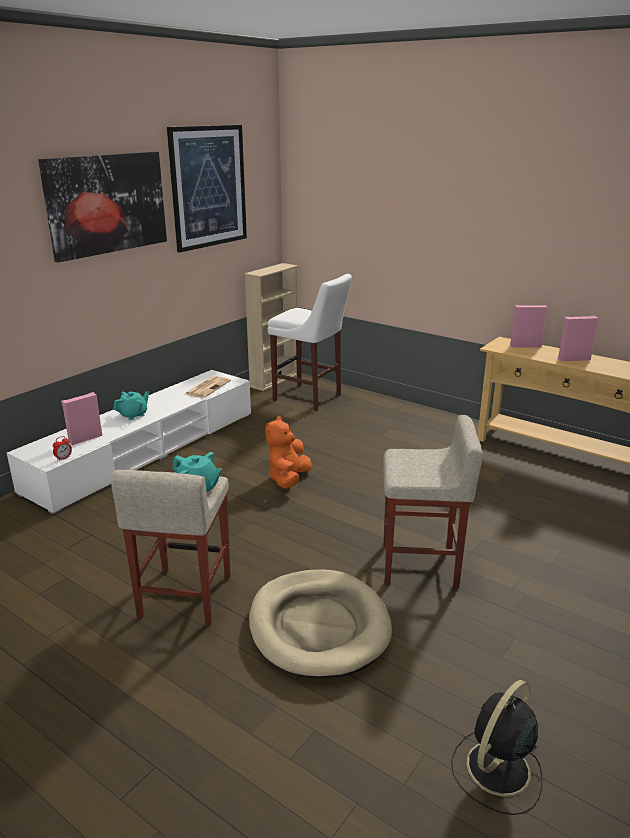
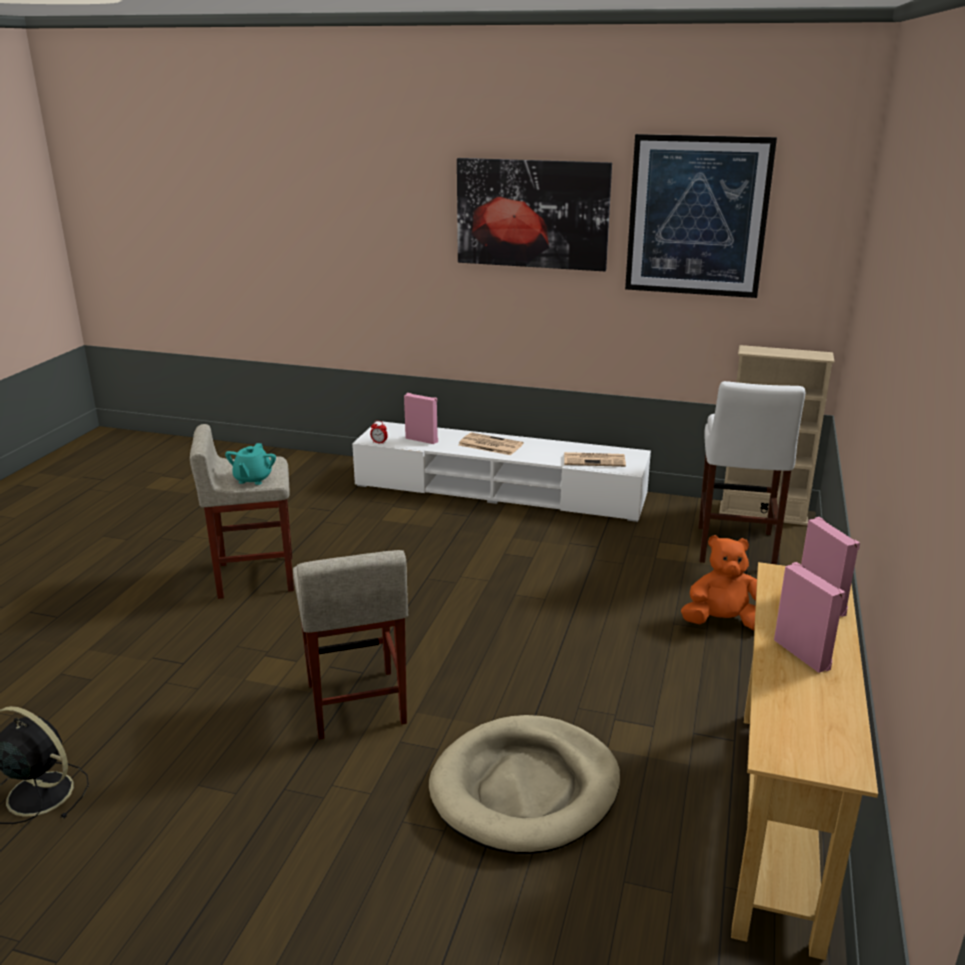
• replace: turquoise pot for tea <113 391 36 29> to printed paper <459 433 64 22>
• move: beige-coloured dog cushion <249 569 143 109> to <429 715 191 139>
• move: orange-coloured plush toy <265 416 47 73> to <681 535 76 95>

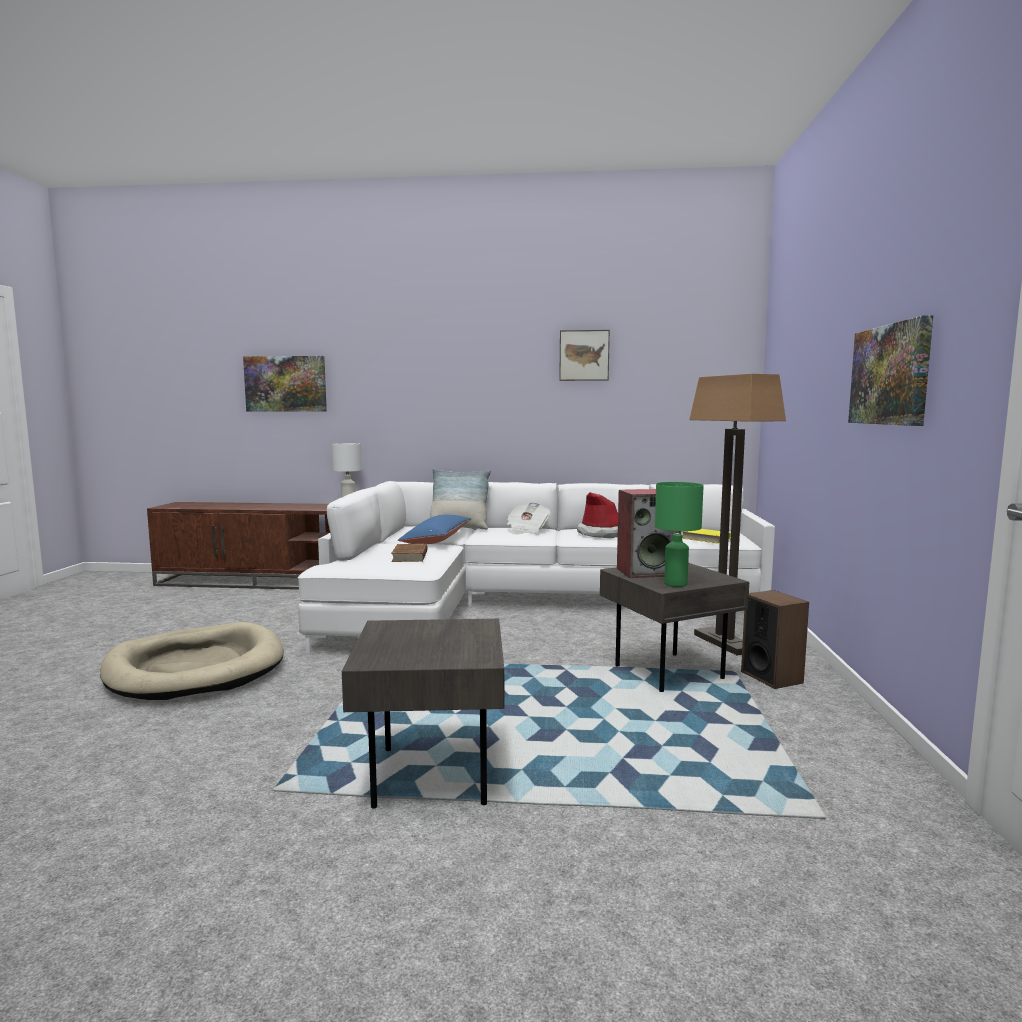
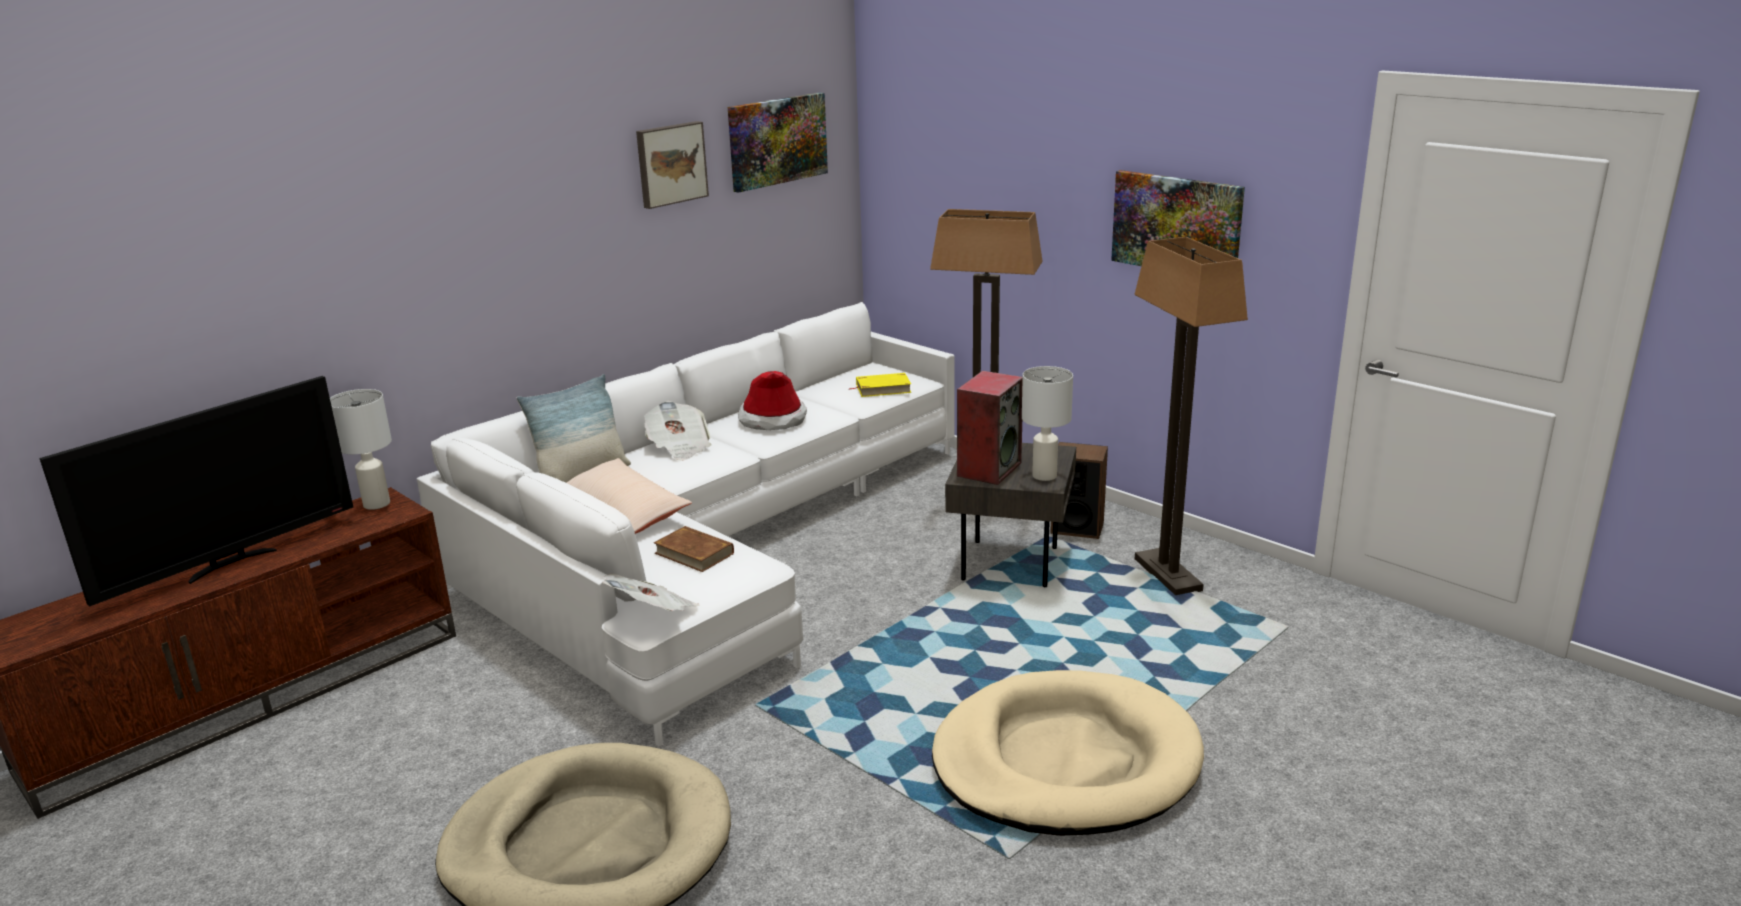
• move: picture <243 356 84 56> to <728 92 100 101>
• replace: greyish end table <342 619 163 190> to beige-coloured dog cushion <932 670 272 166>
• recolor: blue throw pillow <398 515 73 29> to beige-coloured throw pillow <566 458 126 76>
• recolor: greenish lamp for a table <655 482 49 105> to white lamp for a table <1022 366 51 115>
• insert: TV <39 376 314 231>
• insert: printed paper <602 574 97 37>
• insert: standing lamp <1134 237 114 358>

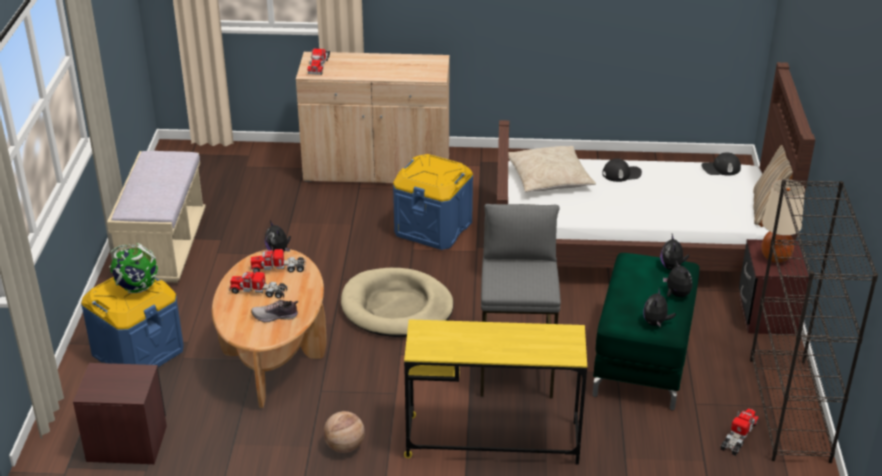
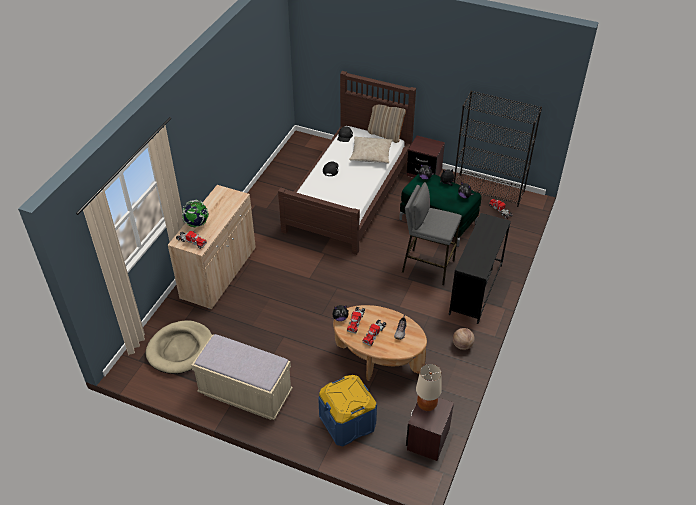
• move: globe <109 243 49 50> to <182 200 27 27>
• move: beige-coloured dog cushion <341 268 113 69> to <145 320 67 54>
• delete: blue storage box <393 154 80 96>
• recolor: yellow desk table <404 319 183 146> to blackish desk table <449 213 62 111>
• move: beige-coloured throw pillow <508 146 88 46> to <349 137 44 26>
• move: beige-coloured lamp for a table <761 179 44 84> to <416 364 26 47>

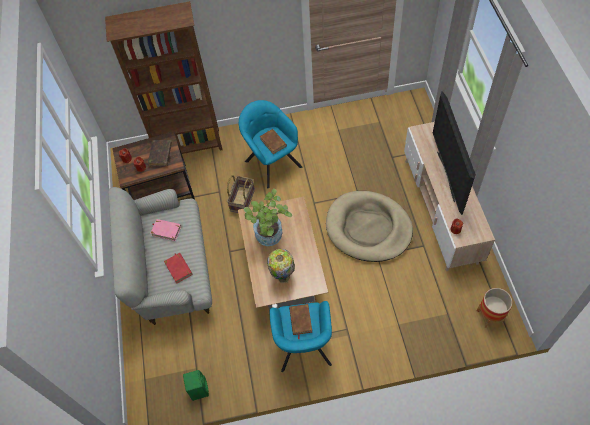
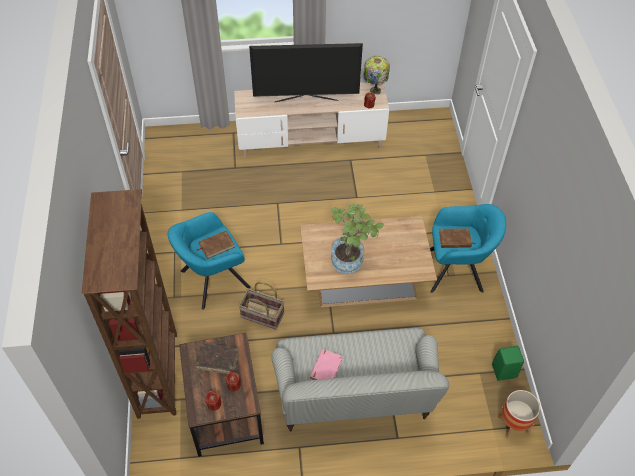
• delete: red bound book <164 253 29 31>
• move: lamp for a table <267 249 28 34> to <363 56 27 38>
• delete: beige-coloured dog cushion <326 191 87 71>
• move: planter <477 288 35 40> to <498 390 42 49>

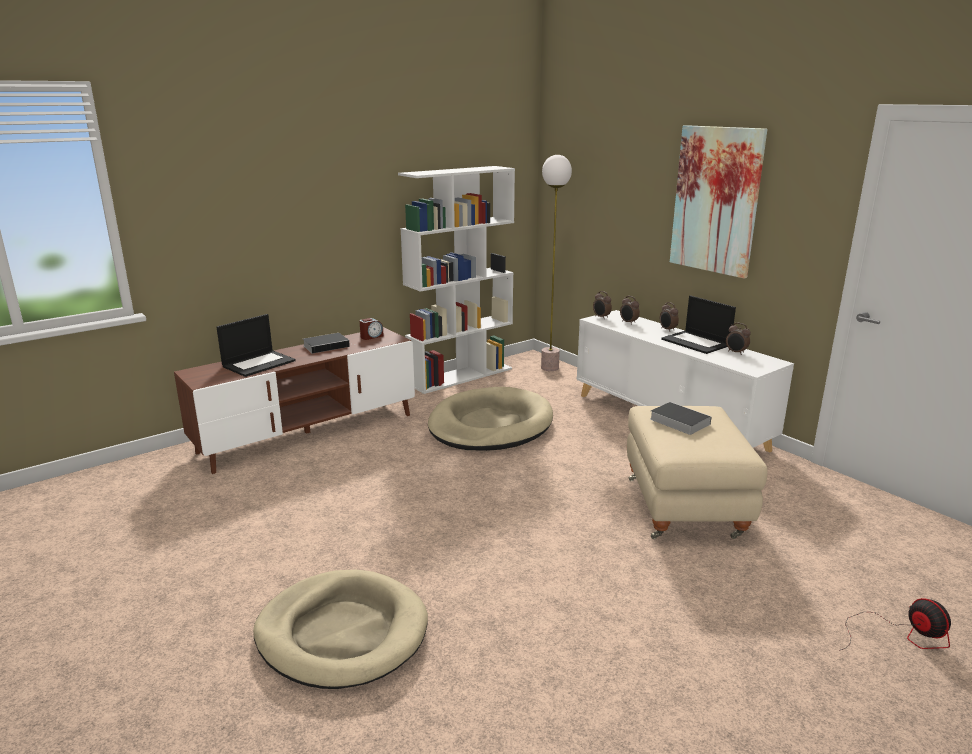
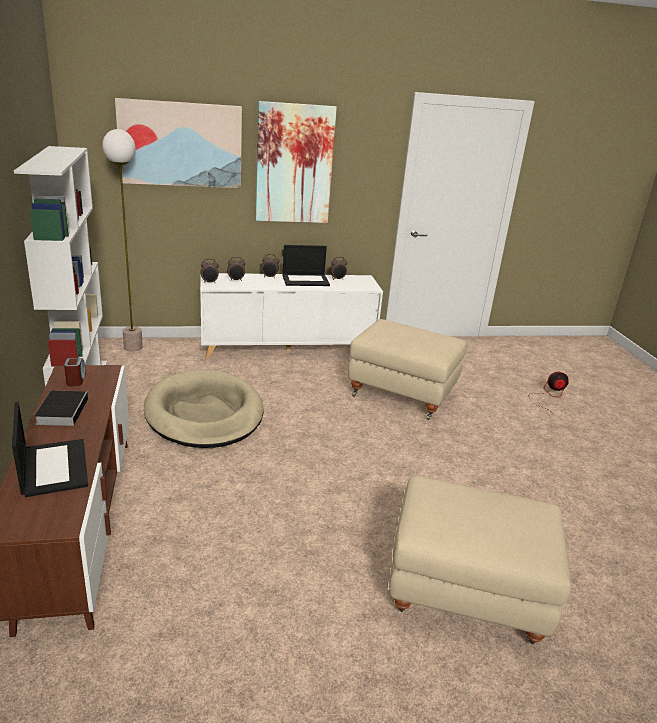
• replace: beige-coloured dog cushion <253 569 175 120> to beige-coloured footrest <389 475 182 169>
• delete: bound book <650 402 61 33>
• insert: picture <115 98 127 90>

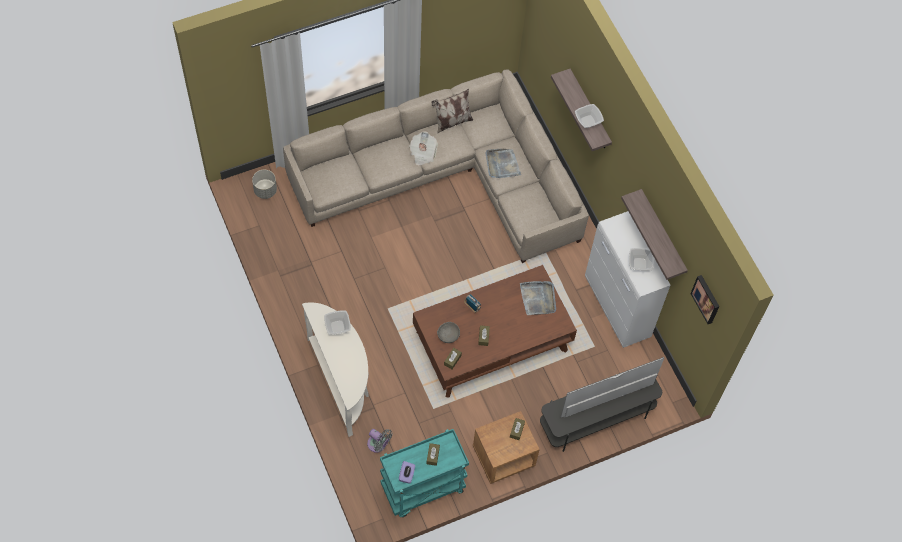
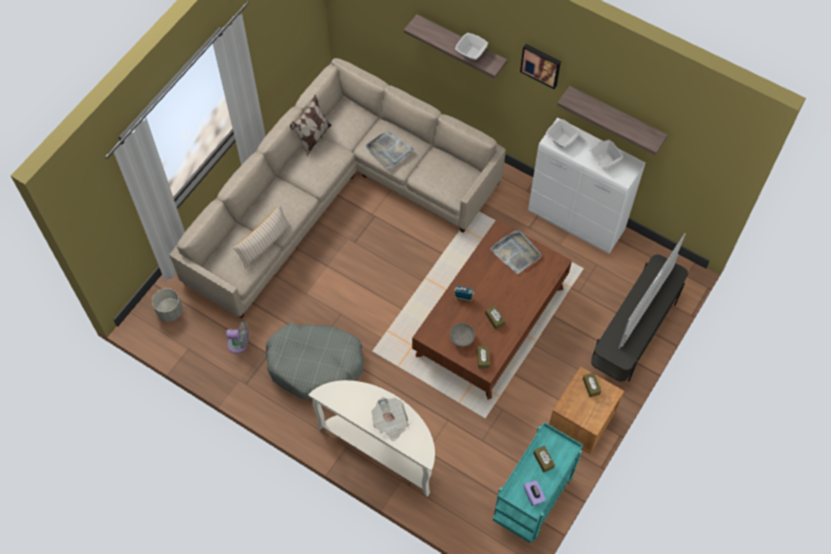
• move: bowl <324 310 27 25> to <546 119 34 28>
• move: greyish fan <367 429 26 24> to <226 321 23 33>
• move: printed paper <409 131 29 35> to <371 397 38 44>
• move: picture <690 275 30 49> to <520 44 41 45>
• insert: beige-coloured throw pillow <233 205 58 64>
• insert: greyish dog cushion <266 323 98 77>

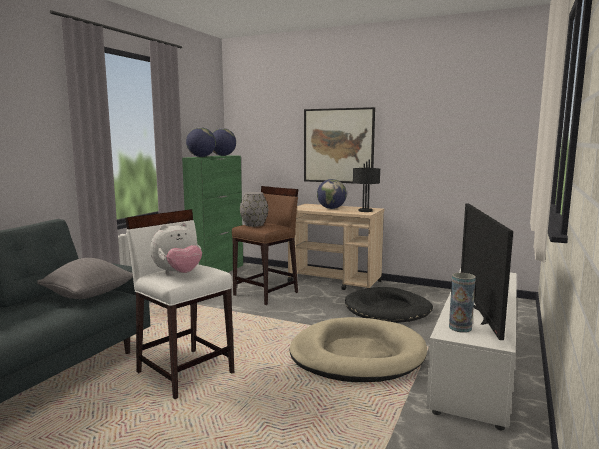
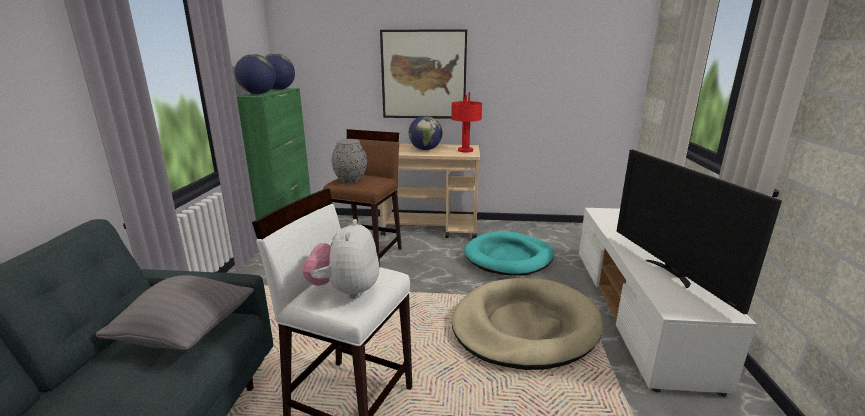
• rotate: plush toy <150 222 52 53> = <302 219 77 80> 150 degrees clockwise
• recolor: blackish dog cushion <345 287 88 36> to turquoise dog cushion <464 231 90 45>
• recolor: blackish lamp for a table <353 159 27 53> to red lamp for a table <451 92 31 60>
• delete: flower vase <449 273 27 60>

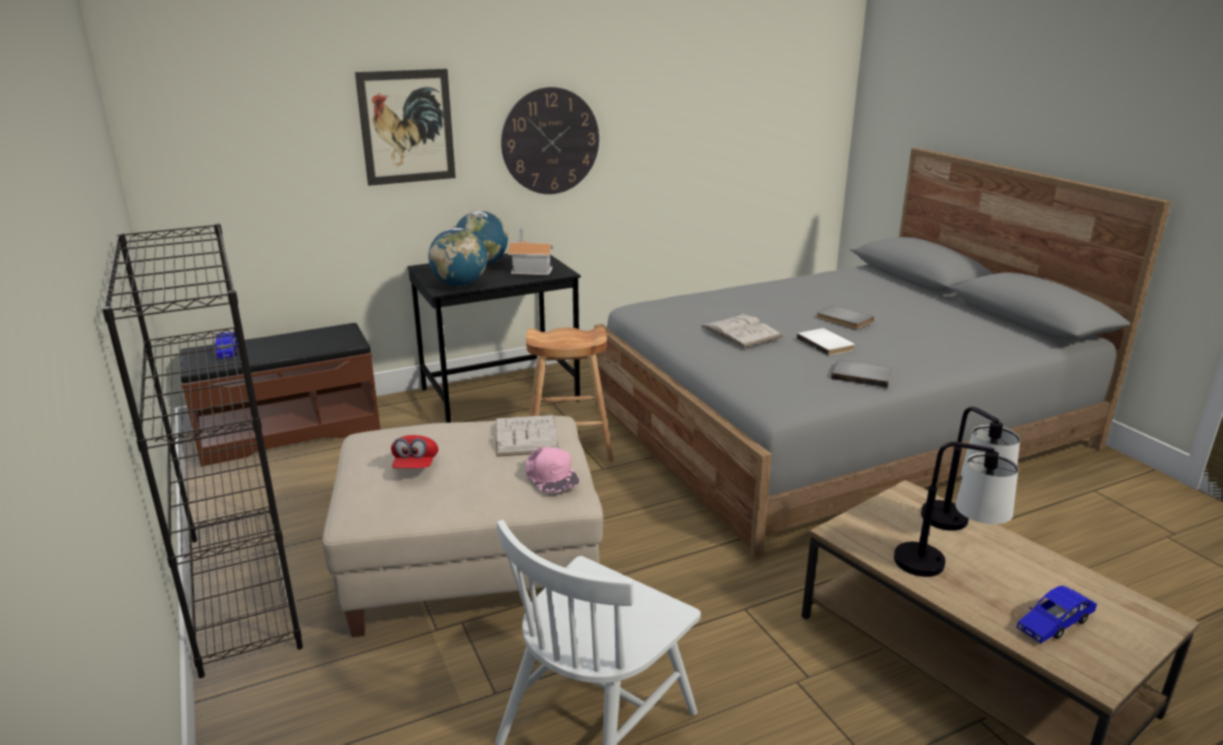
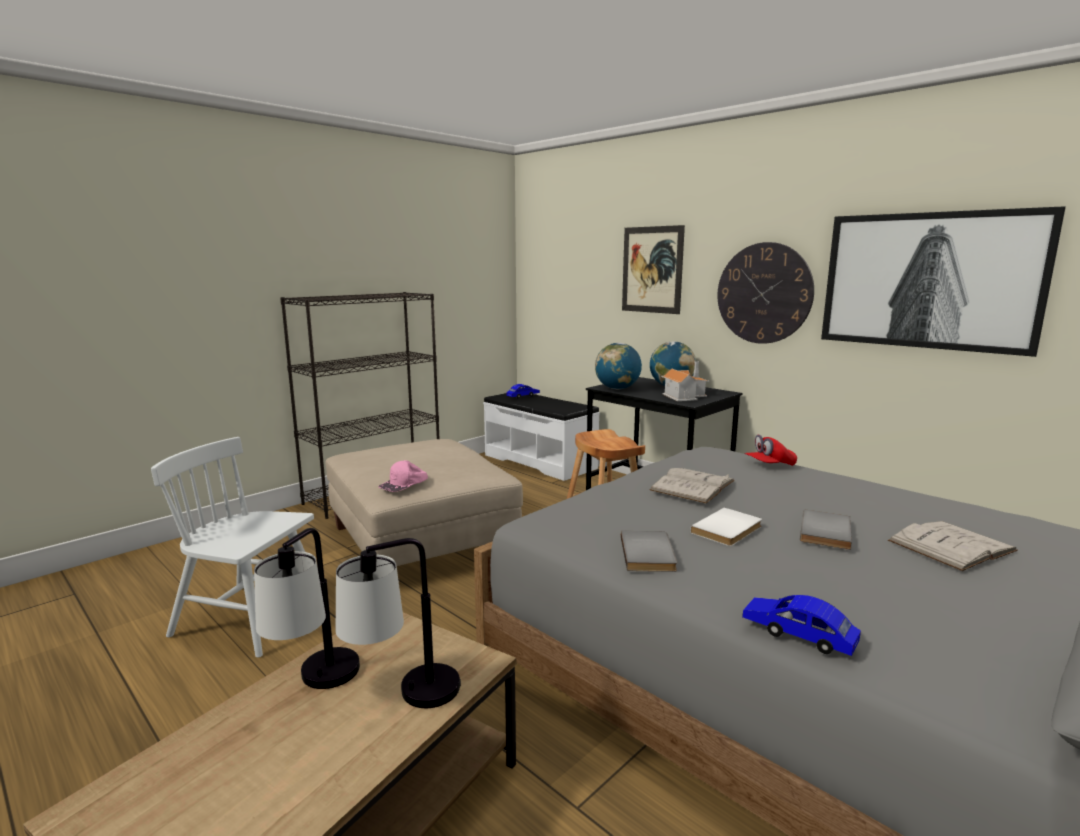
• recolor: brownish long seat <180 323 201 144> to white long seat <483 393 117 88>
• move: red baseball cap <391 435 47 33> to <745 435 52 31>
• move: white bound book <496 415 63 42> to <888 521 130 50>
• move: blue miniature car <1016 586 81 57> to <742 595 119 61>
• insert: picture <821 206 245 151>

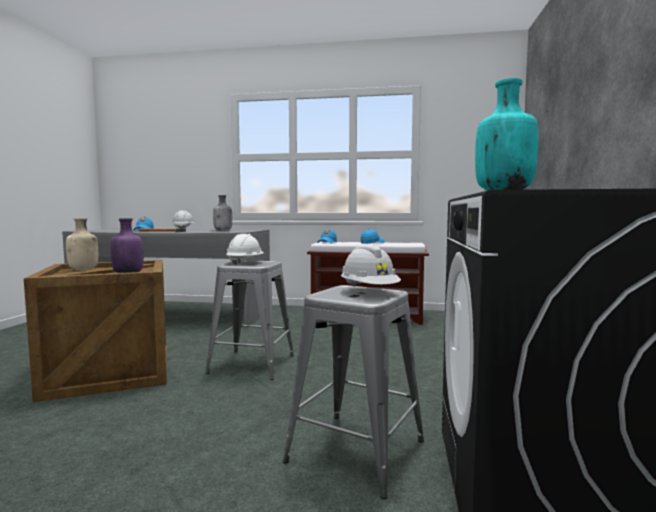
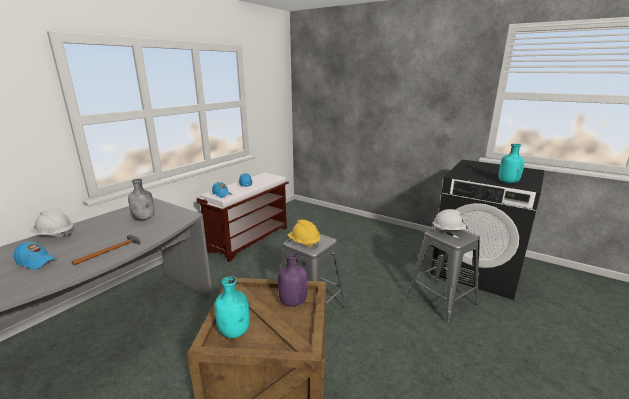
• recolor: beige-coloured beverage bottle <66 218 32 53> to turquoise beverage bottle <214 276 36 62>
• recolor: white work helmet <226 234 38 31> to yellow work helmet <287 220 33 28>

